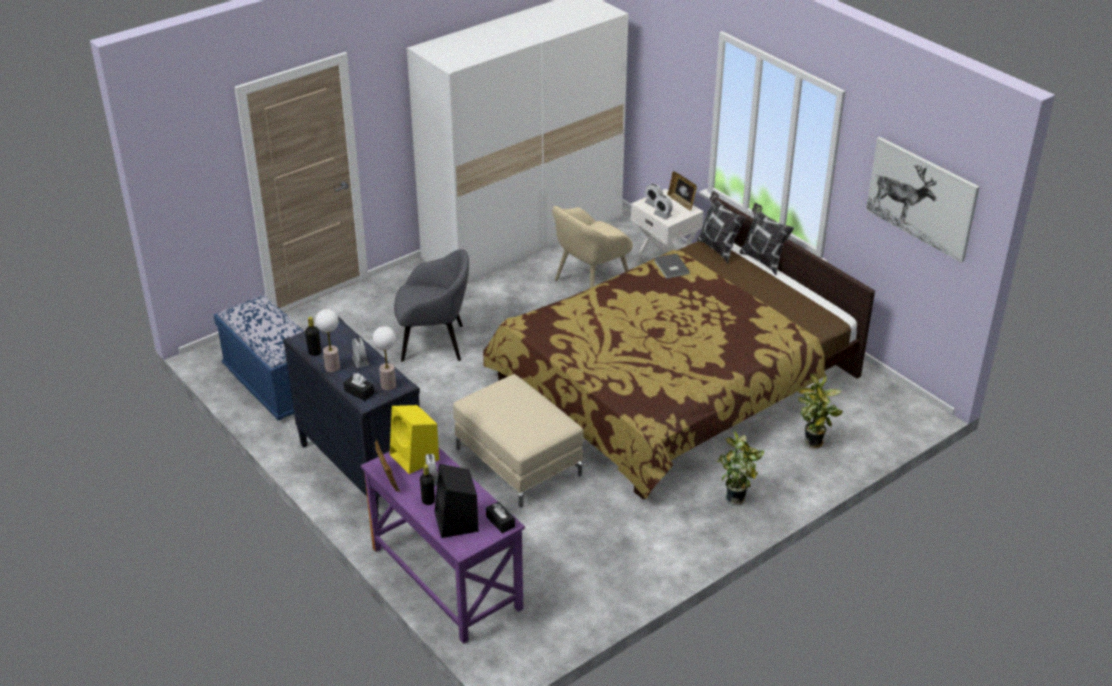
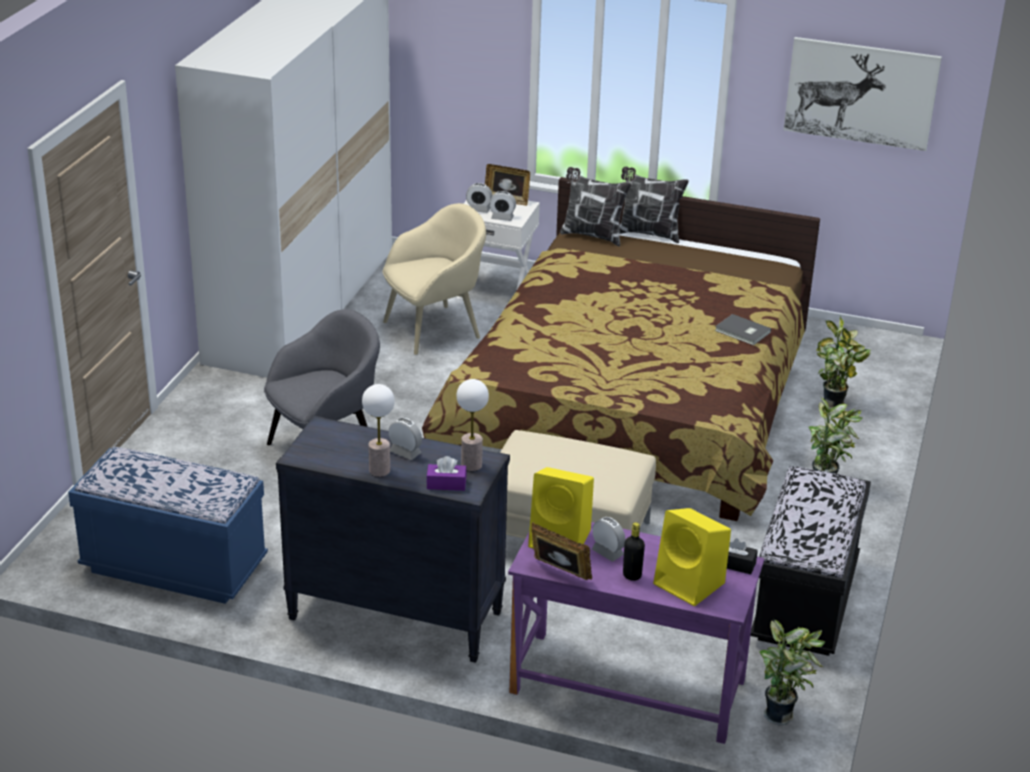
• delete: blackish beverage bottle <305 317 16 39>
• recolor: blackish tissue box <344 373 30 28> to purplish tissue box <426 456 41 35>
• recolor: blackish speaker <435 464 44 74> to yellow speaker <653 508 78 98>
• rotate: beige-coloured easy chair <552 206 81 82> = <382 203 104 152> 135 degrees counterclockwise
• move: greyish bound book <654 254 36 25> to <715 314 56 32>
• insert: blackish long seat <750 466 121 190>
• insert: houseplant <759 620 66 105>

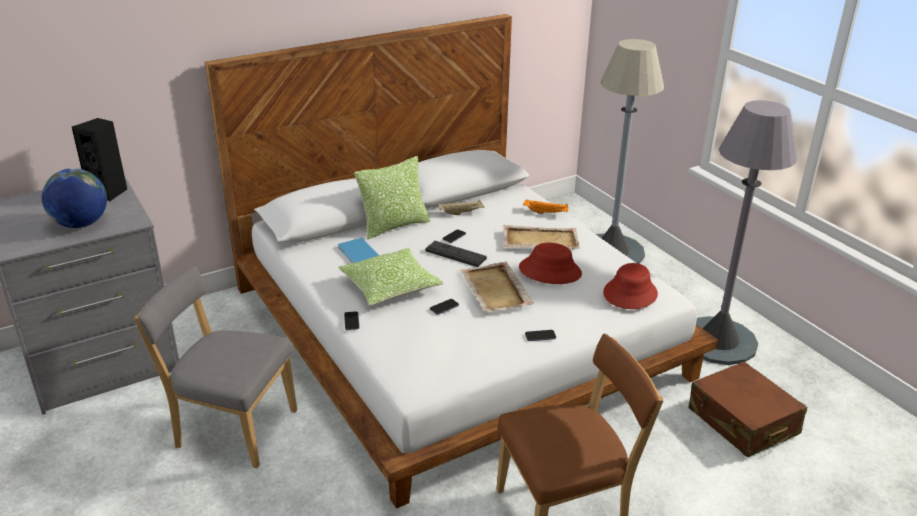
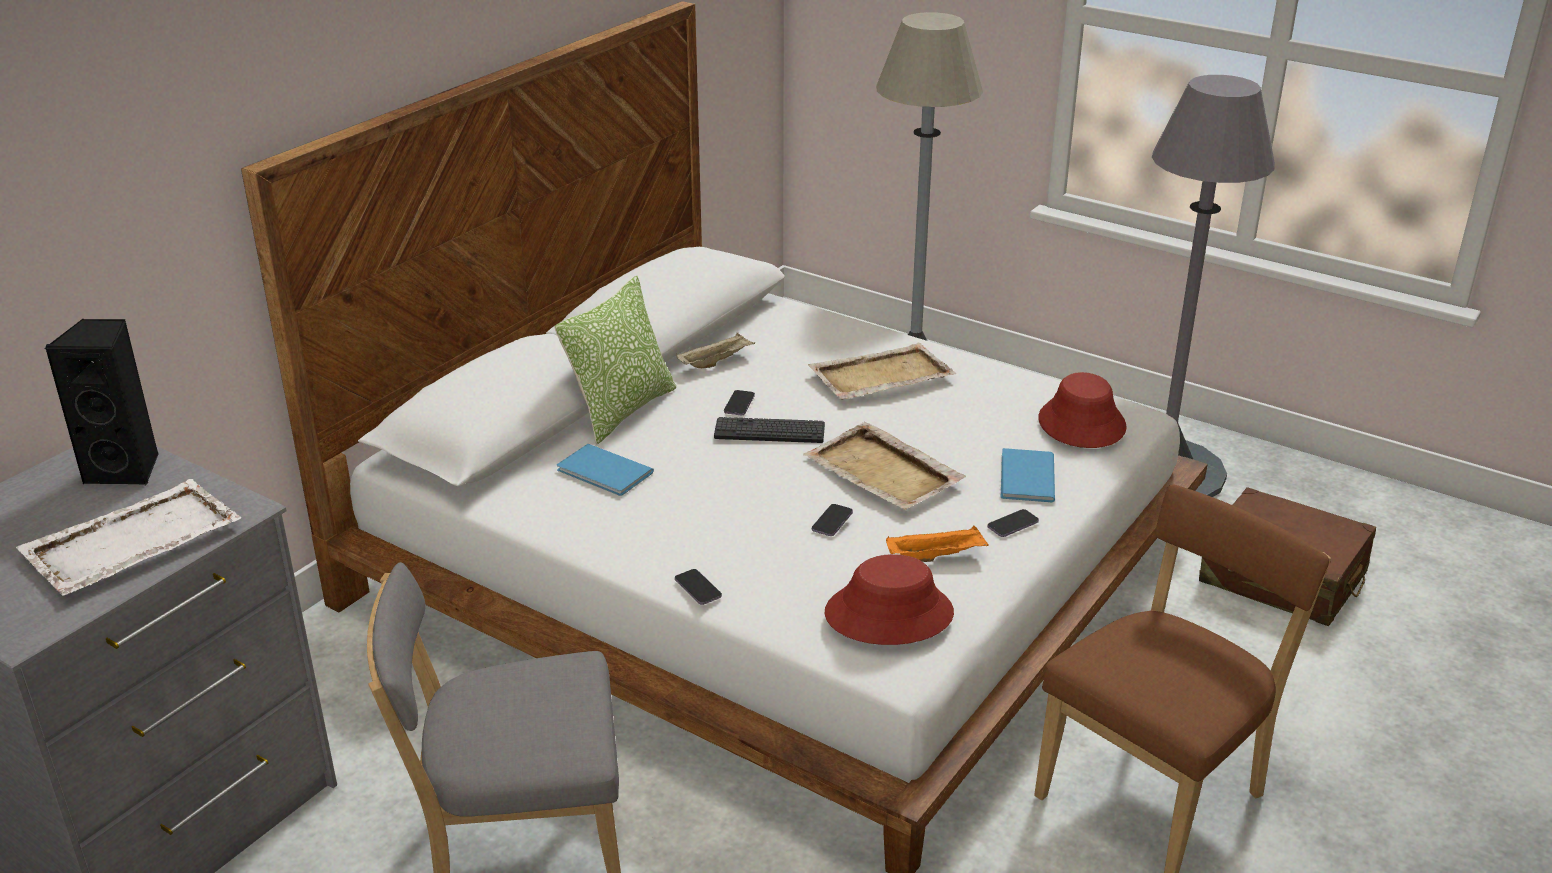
• replace: globe <42 168 65 60> to white tray <16 479 226 116>
• delete: throw pillow <339 248 104 58>
• move: red clothing hat <519 243 63 41> to <825 554 129 91>
• move: orange-coloured tray <523 199 45 15> to <886 526 103 36>
• insert: blue bound book <1001 448 54 54>

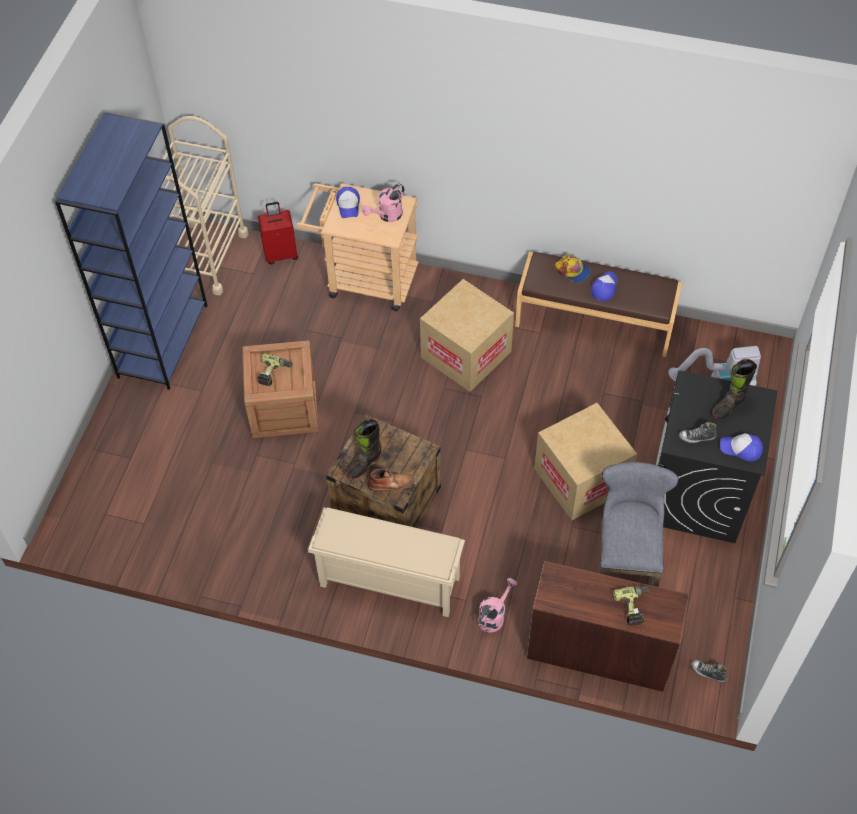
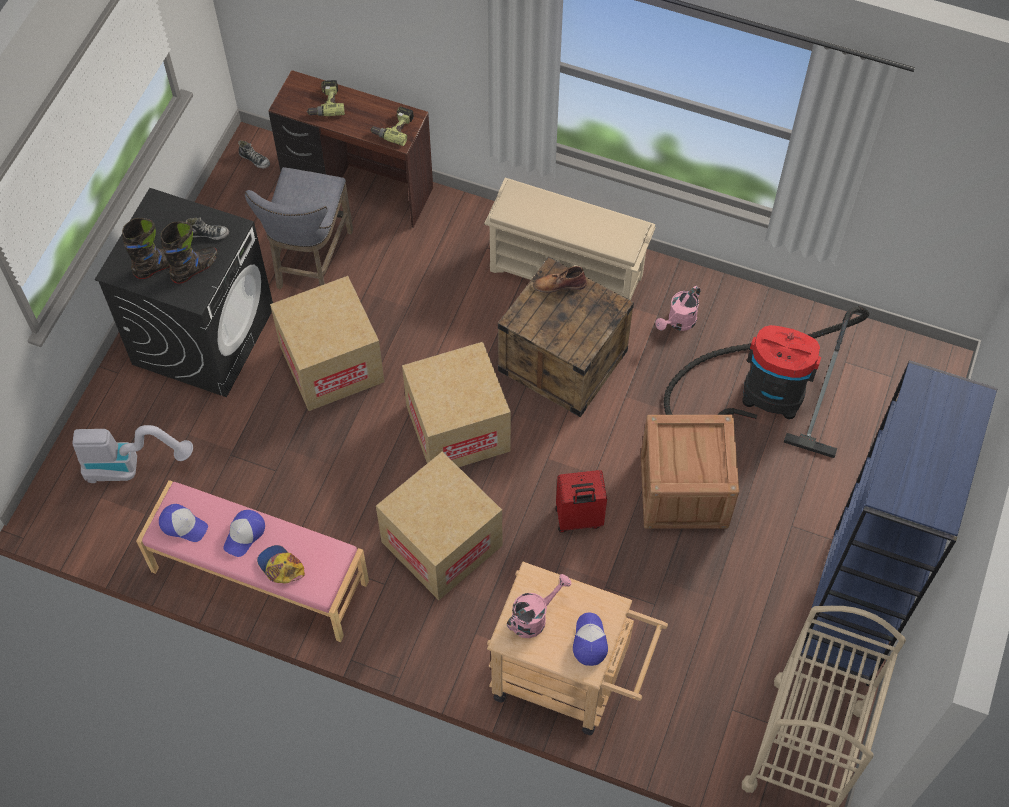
• move: red suitcase <258 202 40 62> to <555 470 52 63>
• move: power drill <258 353 35 33> to <370 106 44 40>
• move: blackish high-top boot <347 419 34 60> to <160 221 58 63>
• move: pink-coloured sprinkling can <478 578 39 55> to <655 286 46 45>
• recolor: brownish long seat <515 252 167 105> to pink-coloured long seat <136 480 233 162>
• move: baseball cap <720 433 43 28> to <159 504 49 38>
• insert: cardboard box <402 342 109 125>
• insert: vacuum cleaner <664 306 205 152>

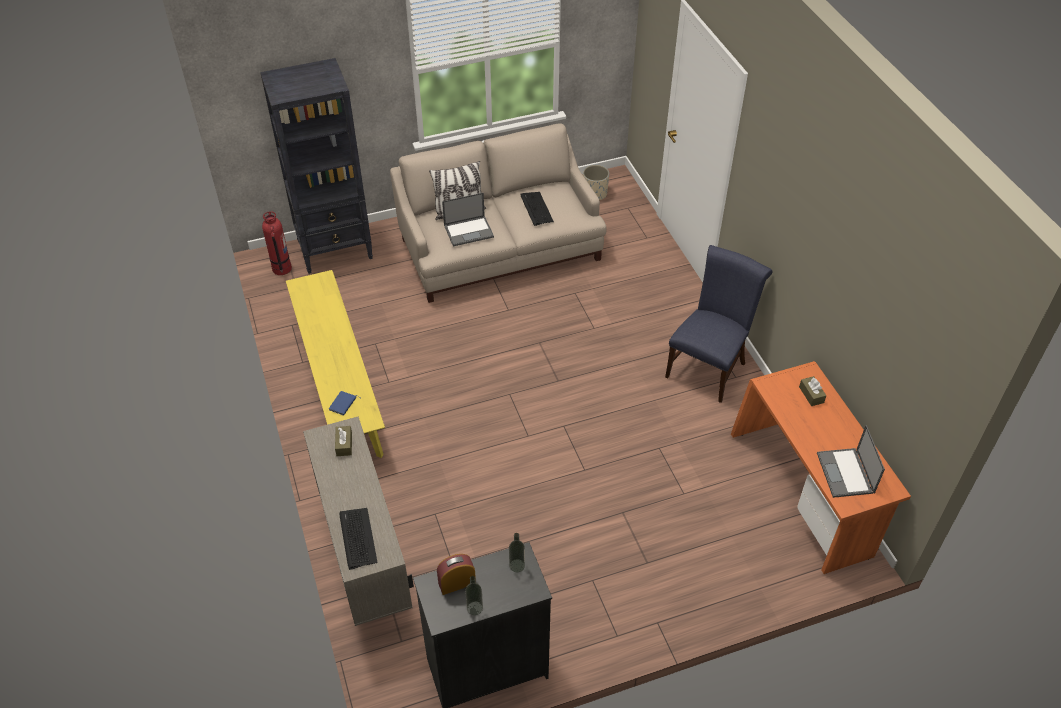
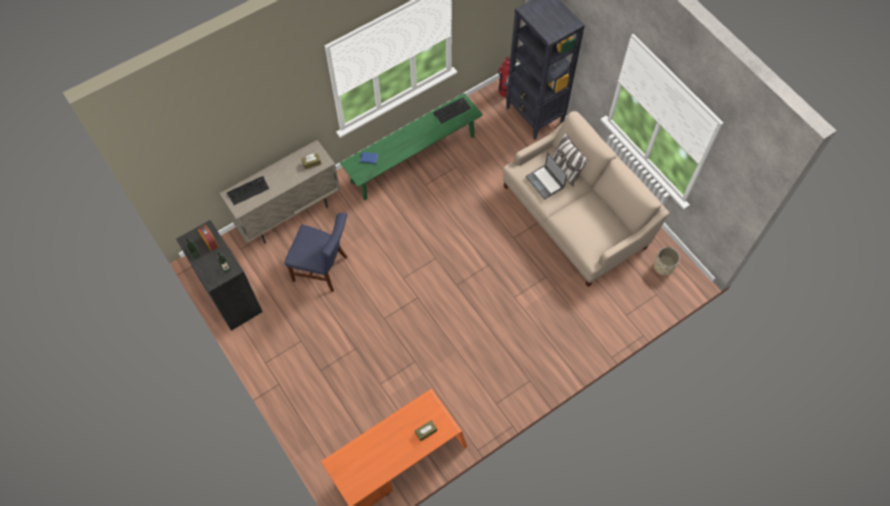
• recolor: yellow long seat <286 270 99 188> to greenish long seat <340 93 143 107>
• move: PC keyboard <520 192 34 34> to <433 98 38 26>
• move: blue chair <665 245 108 158> to <284 213 63 79>
• delete: notebook computer <817 425 68 73>

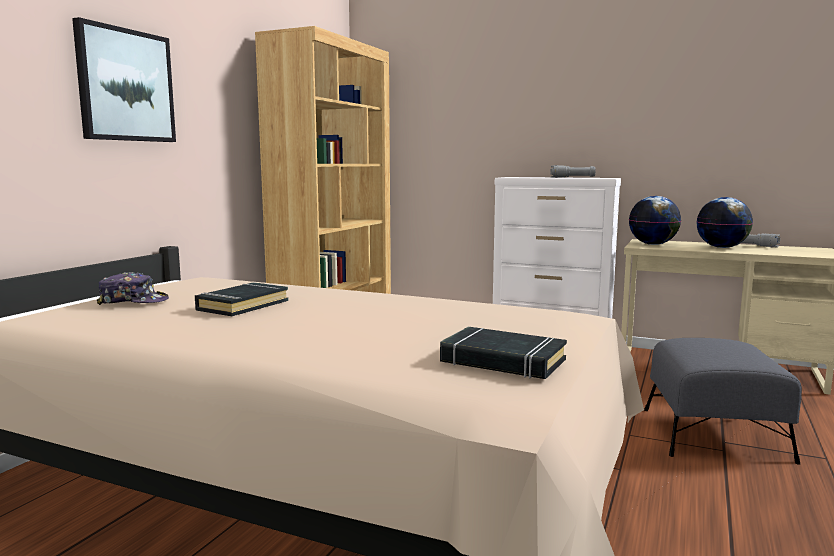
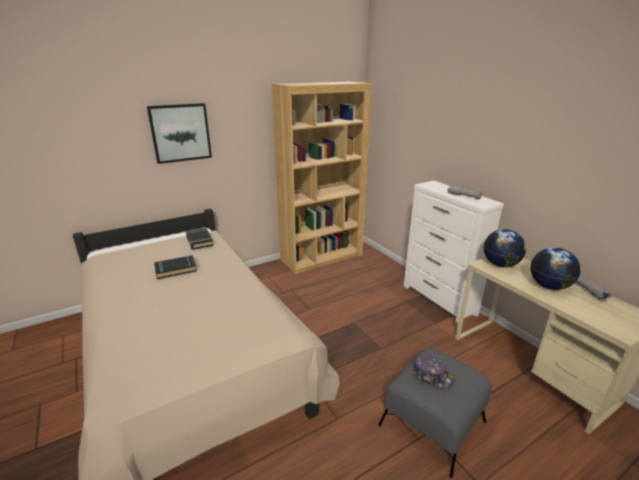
• move: baseball cap <97 272 72 33> to <412 355 42 34>
• move: blackish bound book <440 327 127 52> to <186 228 28 22>

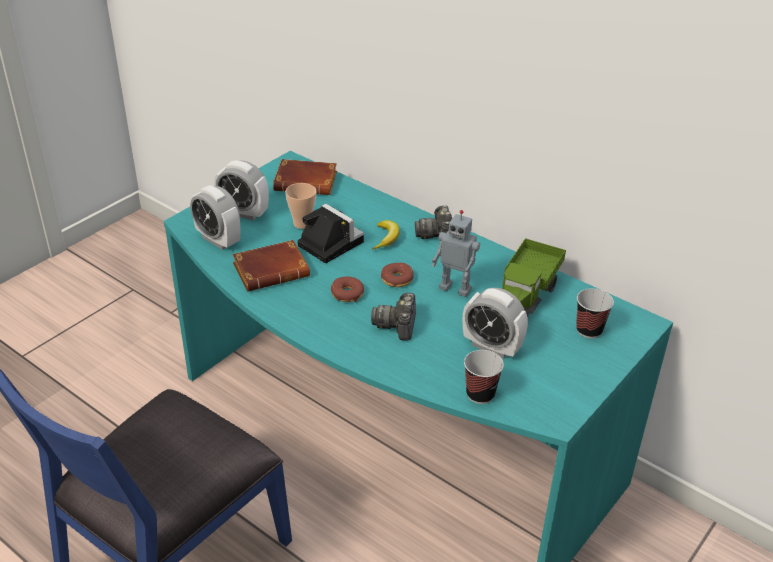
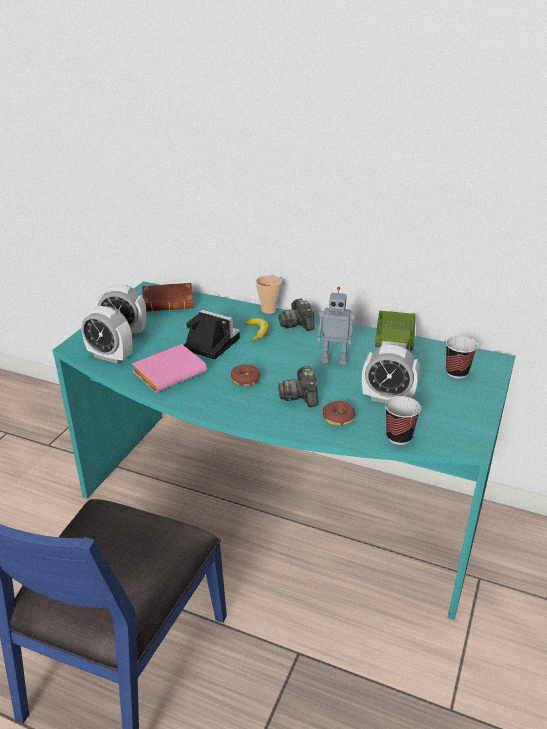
• recolor: brownish bound book <232 240 78 51> to pink-coloured bound book <132 344 75 49>
• move: small cup <285 183 32 46> to <256 275 26 39>
• move: ring doughnut <381 263 33 24> to <323 401 33 25>

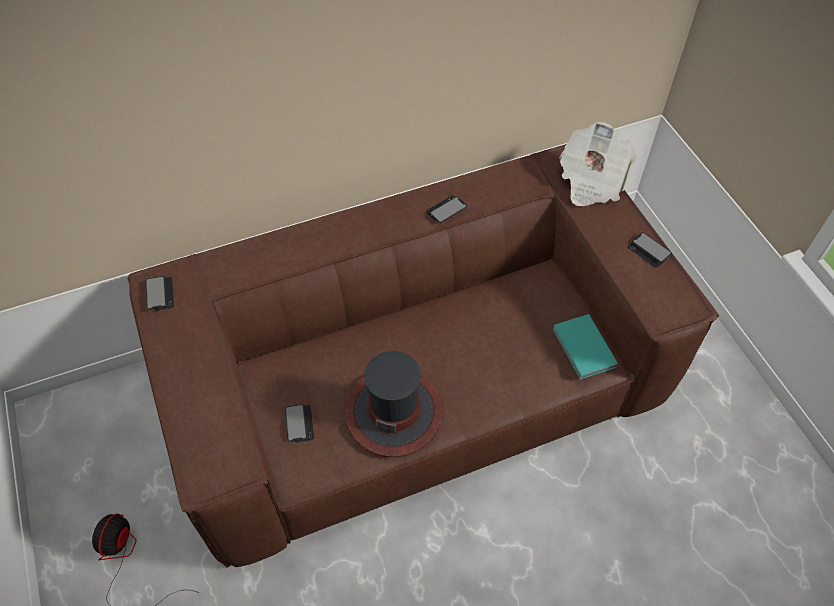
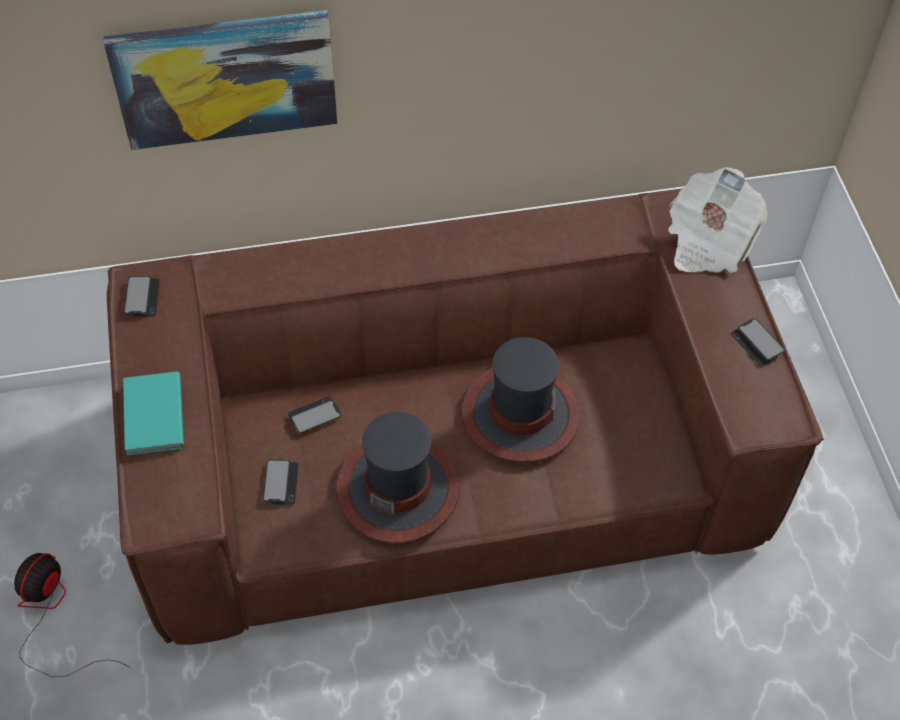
• move: telephone <426 195 41 28> to <288 396 53 37>
• move: turquoise bound book <553 314 66 66> to <123 372 61 83>
• insert: picture <103 10 234 140>
• insert: clothing hat <461 337 119 126>

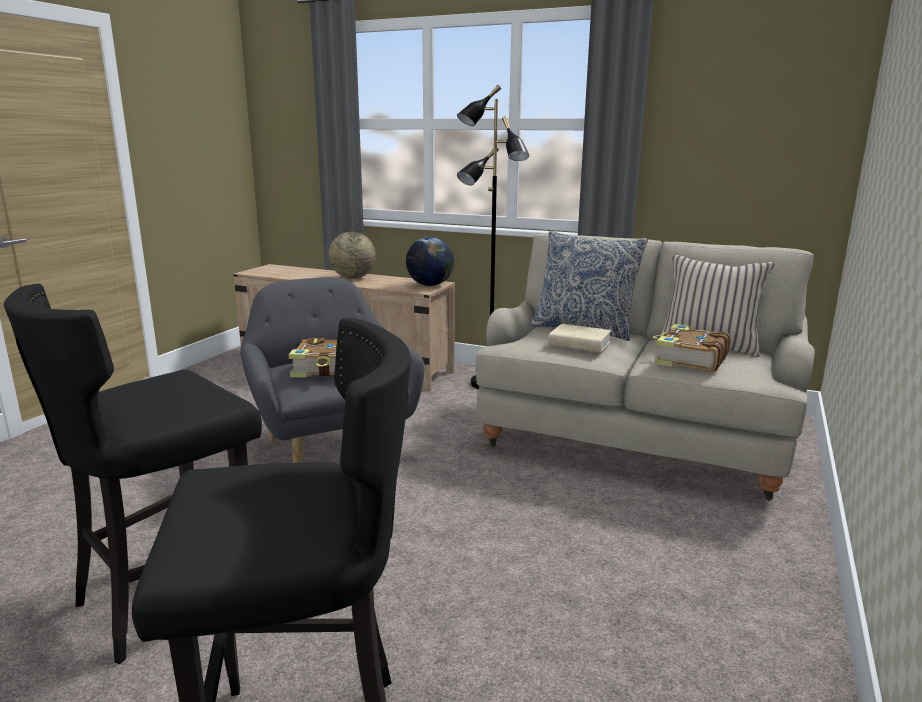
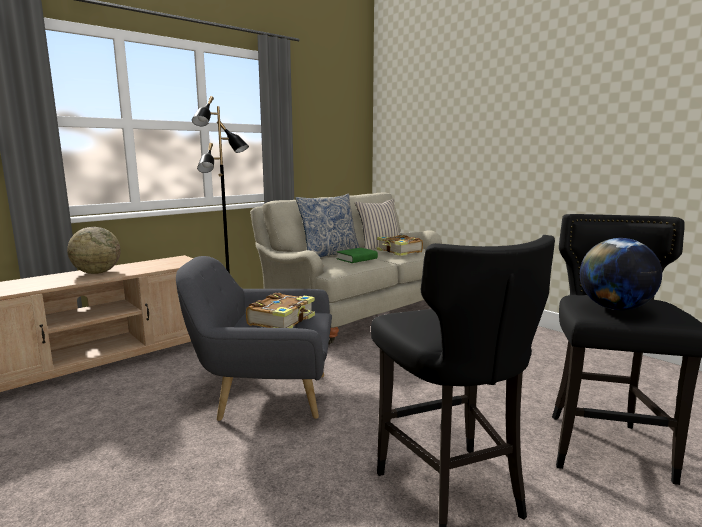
• move: globe <406 237 48 49> to <580 238 82 72>
• recolor: beige-coloured bound book <548 324 64 29> to greenish bound book <337 248 41 15>

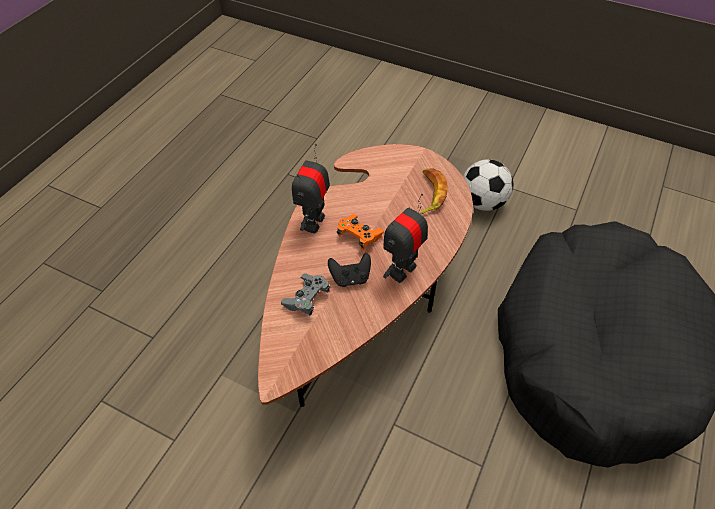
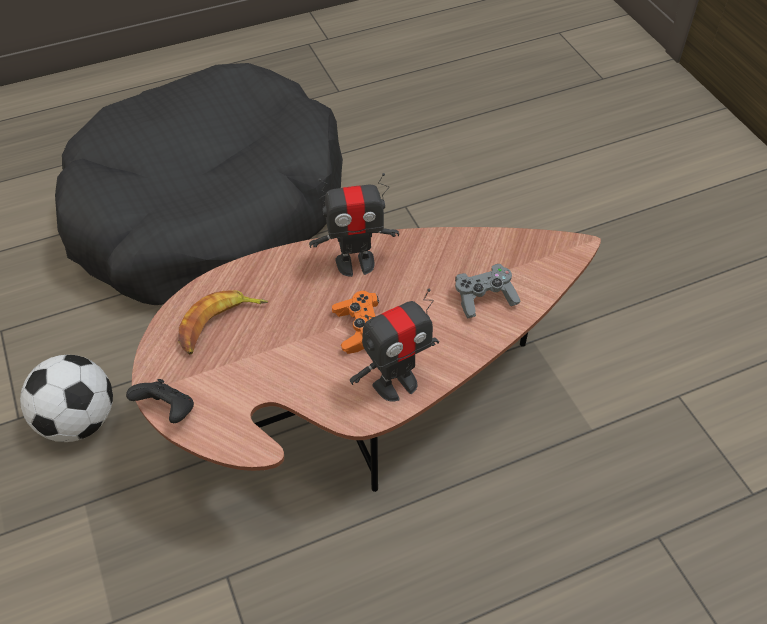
• move: blackish gamepad <328 253 43 34> to <126 379 68 44>

